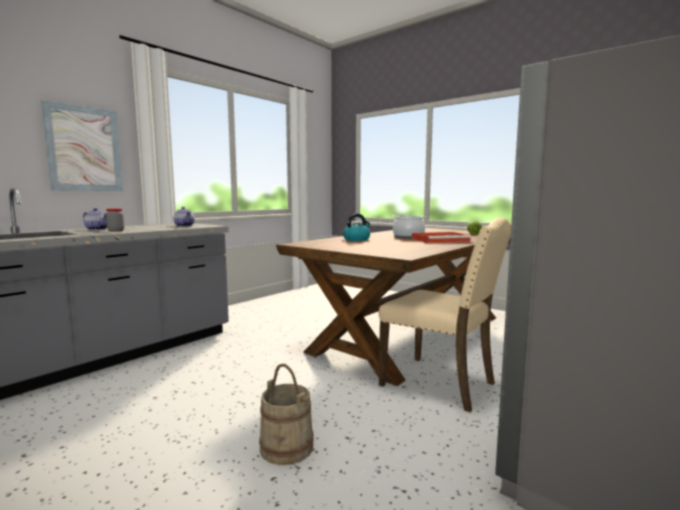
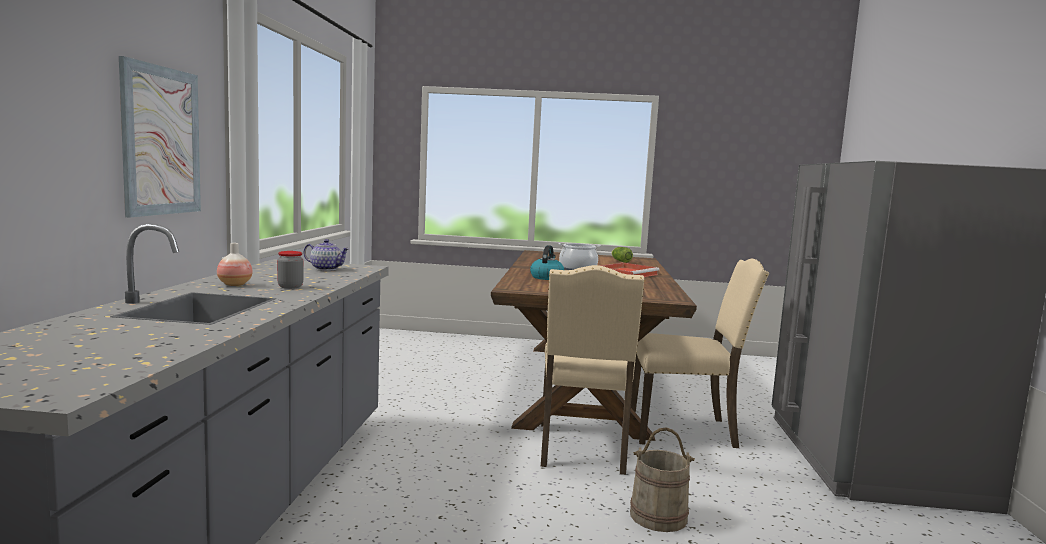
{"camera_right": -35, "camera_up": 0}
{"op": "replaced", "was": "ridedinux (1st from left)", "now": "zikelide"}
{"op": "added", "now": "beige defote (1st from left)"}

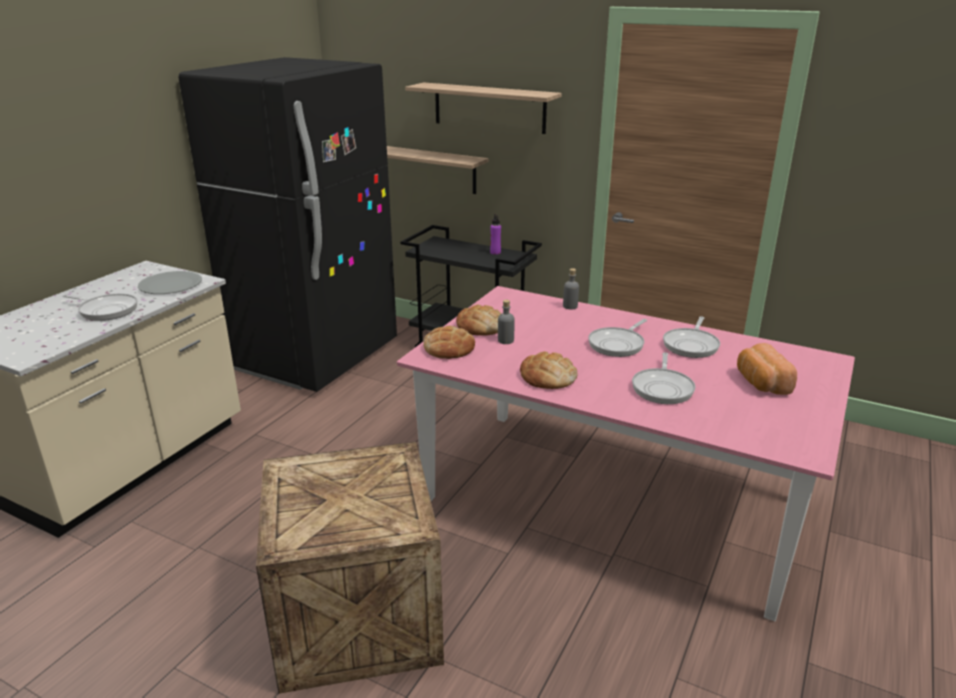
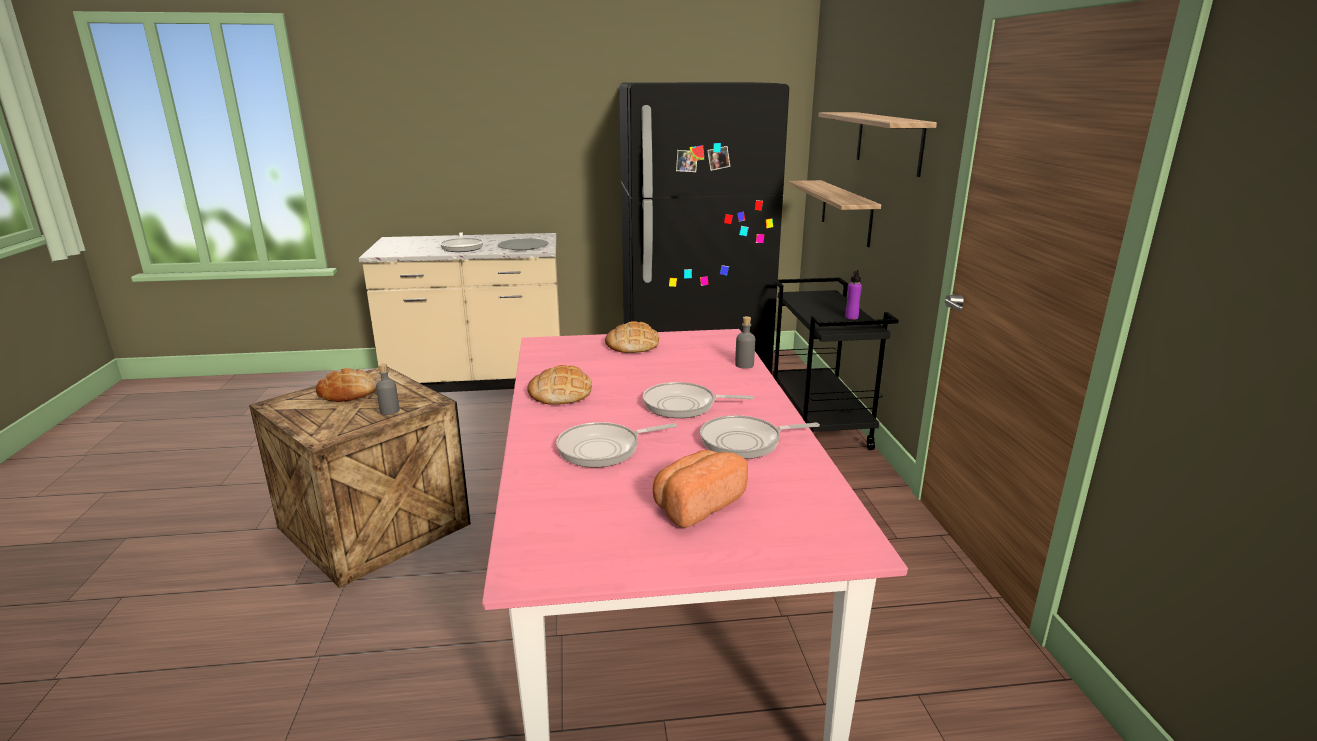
{"camera_right": 55, "camera_up": -5}
{"op": "moved", "was": "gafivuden (1st from left)"}
{"op": "moved", "was": "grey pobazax (1st from left)"}

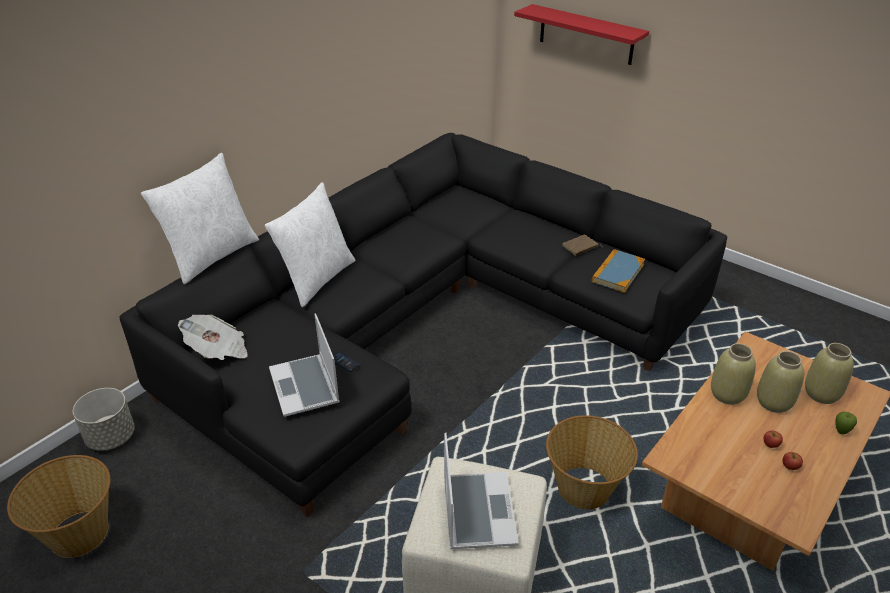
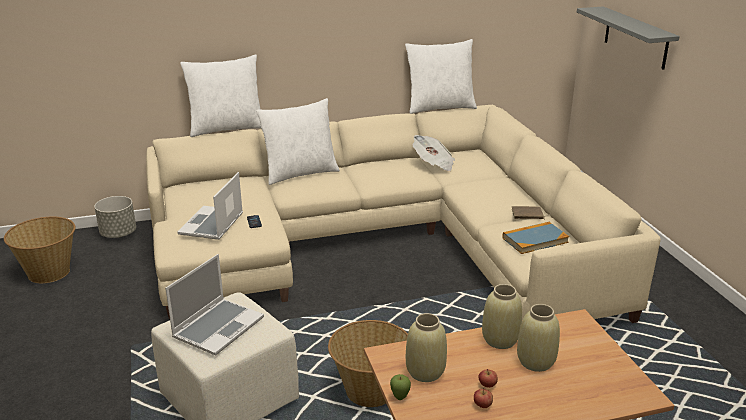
{"camera_right": 35, "camera_up": -10}
{"op": "recoloured", "was": "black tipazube", "now": "beige tipazube"}
{"op": "moved", "was": "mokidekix"}
{"op": "recoloured", "was": "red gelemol", "now": "grey gelemol"}
{"op": "moved", "was": "beige zikelide (3rd from left in the first image)", "now": "beige zikelide (1st from left)"}
{"op": "moved", "was": "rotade (3rd from left in the first image)", "now": "rotade (1st from left)"}
{"op": "added", "now": "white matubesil (3rd from left)"}

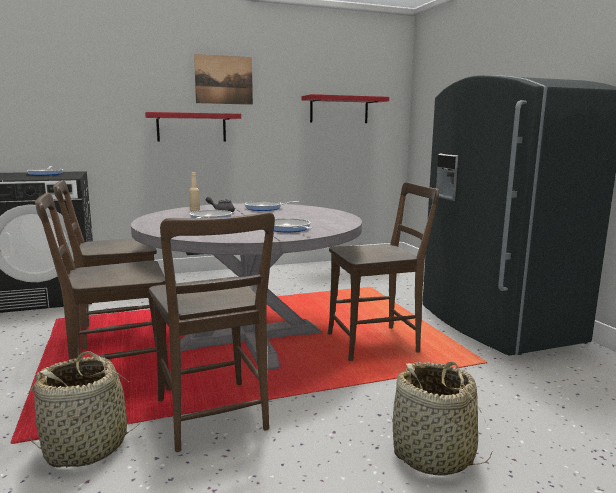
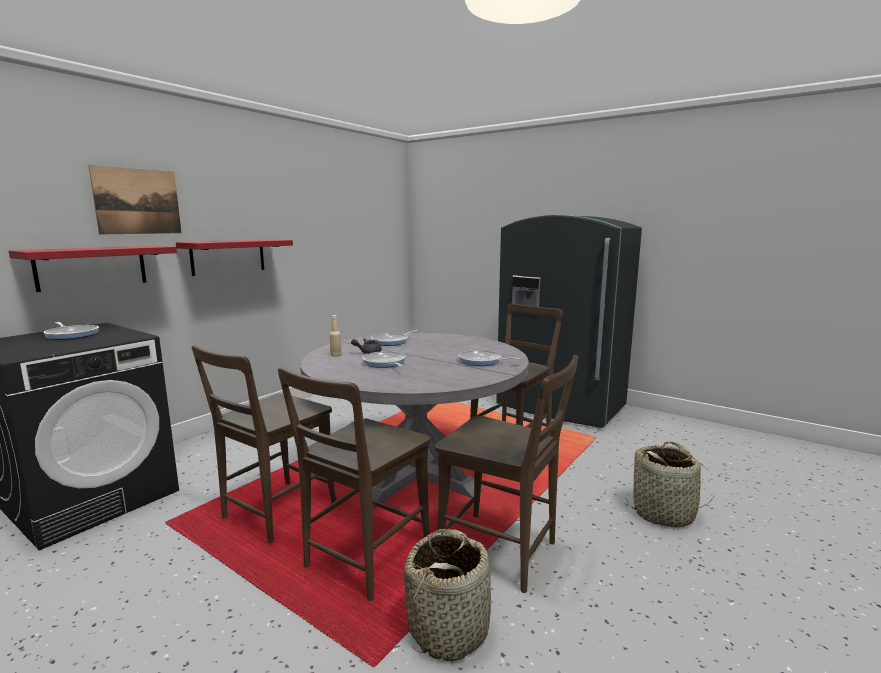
{"camera_right": -35, "camera_up": 0}
{"op": "moved", "was": "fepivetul"}
{"op": "moved", "was": "red gelemol (2nd from left in the first image)", "now": "red gelemol (1st from left)"}

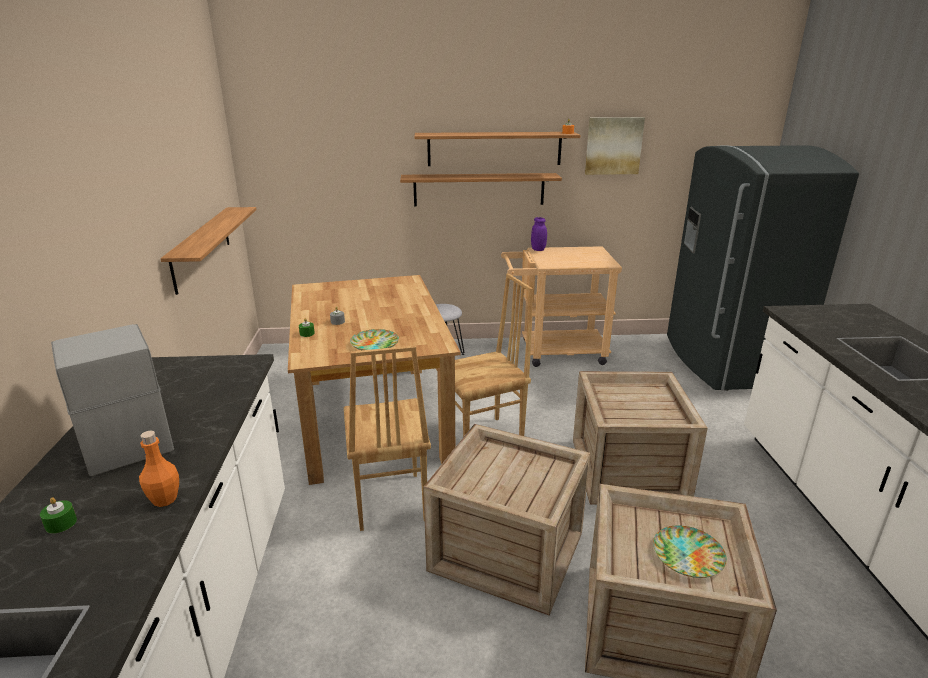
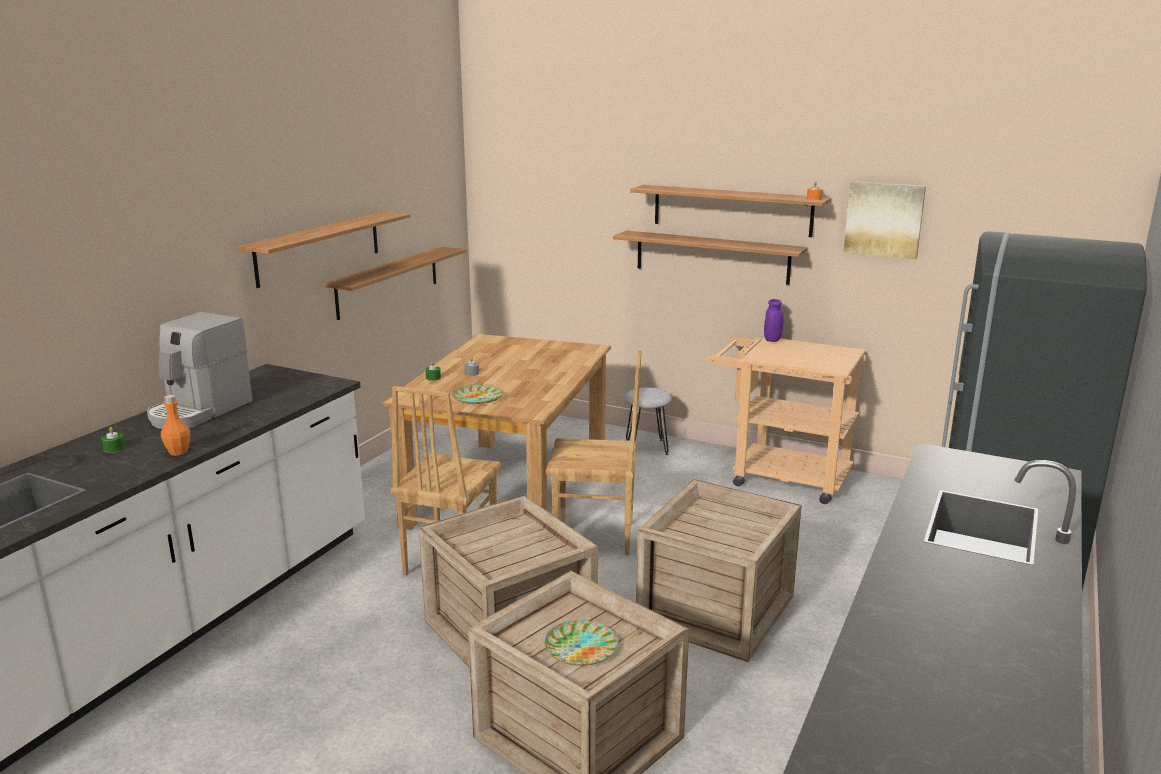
{"camera_right": 30, "camera_up": -5}
{"op": "turned", "was": "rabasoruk", "clockwise": -150}
{"op": "added", "now": "gelemol (1st from left)"}

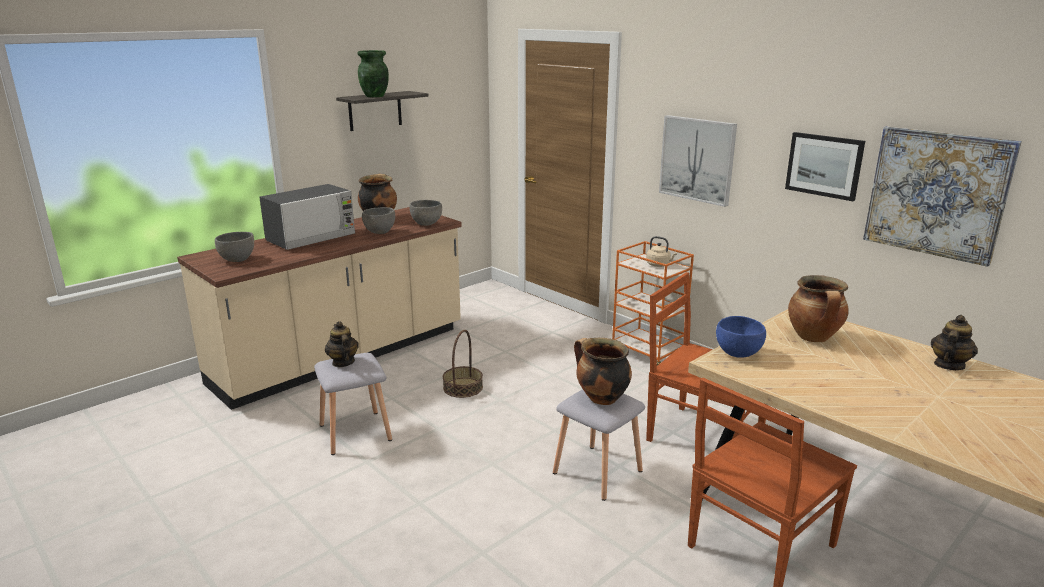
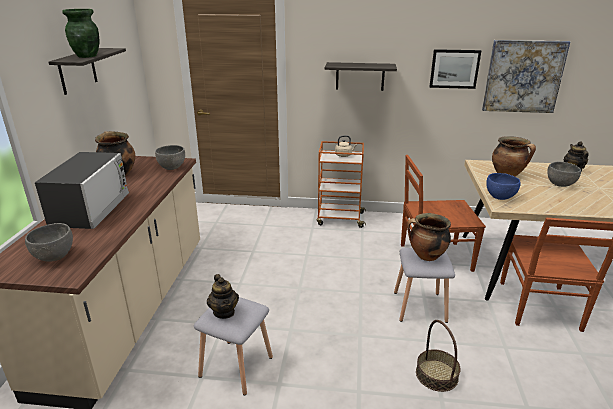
{"camera_right": -40, "camera_up": 5}
{"op": "turned", "was": "ridedinux (1st from left)", "clockwise": -135}
{"op": "moved", "was": "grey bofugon (2nd from left in the first image)", "now": "grey bofugon (3rd from left)"}
{"op": "moved", "was": "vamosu"}
{"op": "replaced", "was": "fepivetul (1st from left)", "now": "gelemol (2nd from left)"}

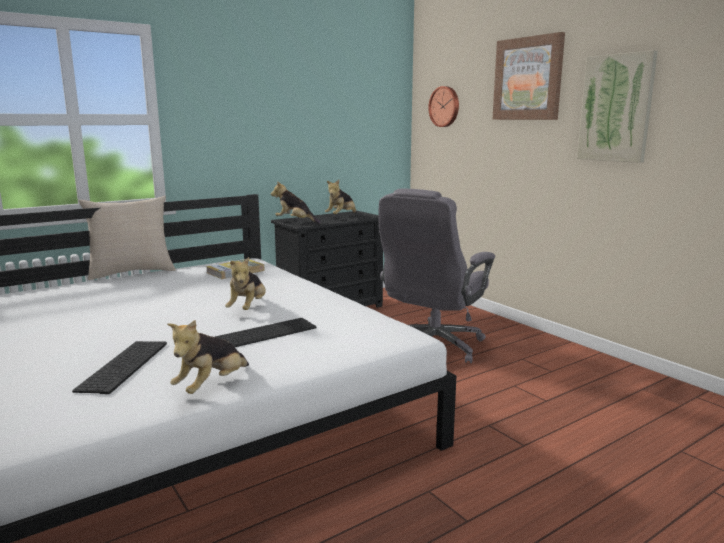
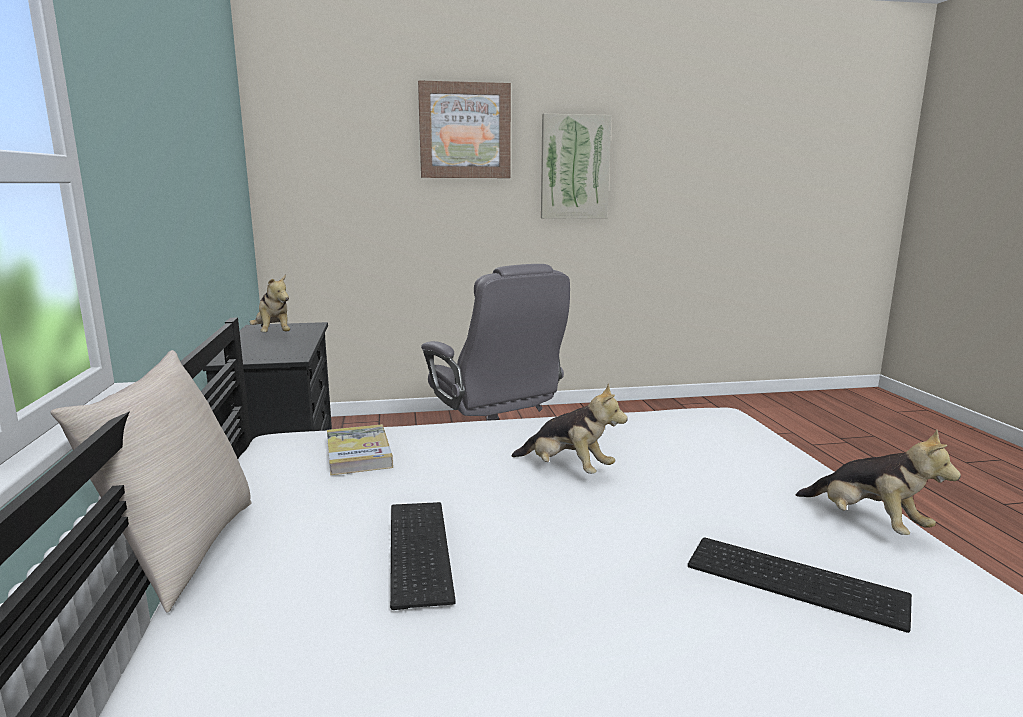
{"camera_right": -65, "camera_up": 0}
{"op": "moved", "was": "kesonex (2nd from left in the first image)", "now": "kesonex (1st from left)"}
{"op": "removed", "was": "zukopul (3rd from left)"}
{"op": "removed", "was": "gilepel"}

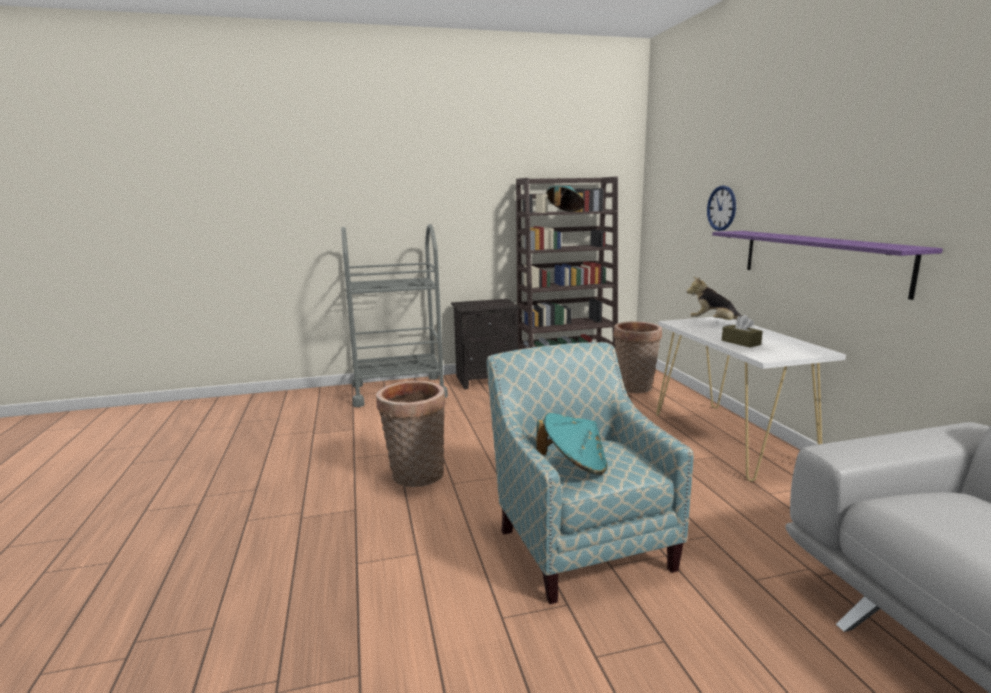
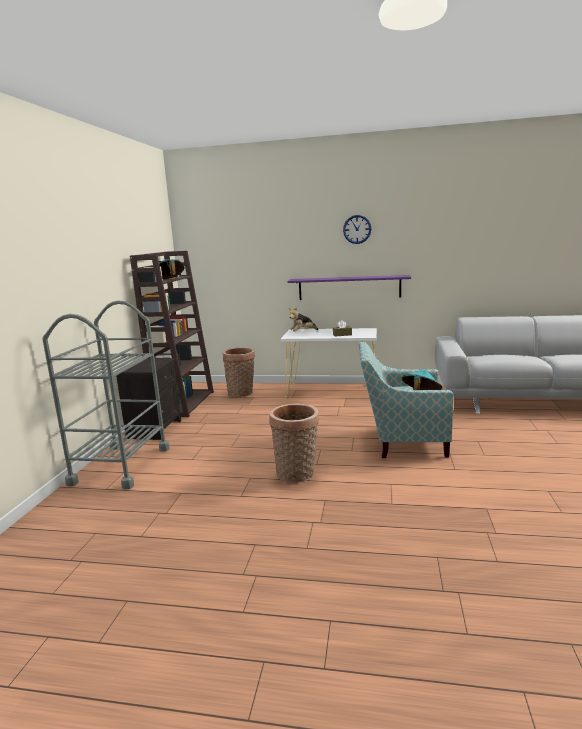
{"camera_right": -65, "camera_up": 0}
{"op": "moved", "was": "gilepel"}

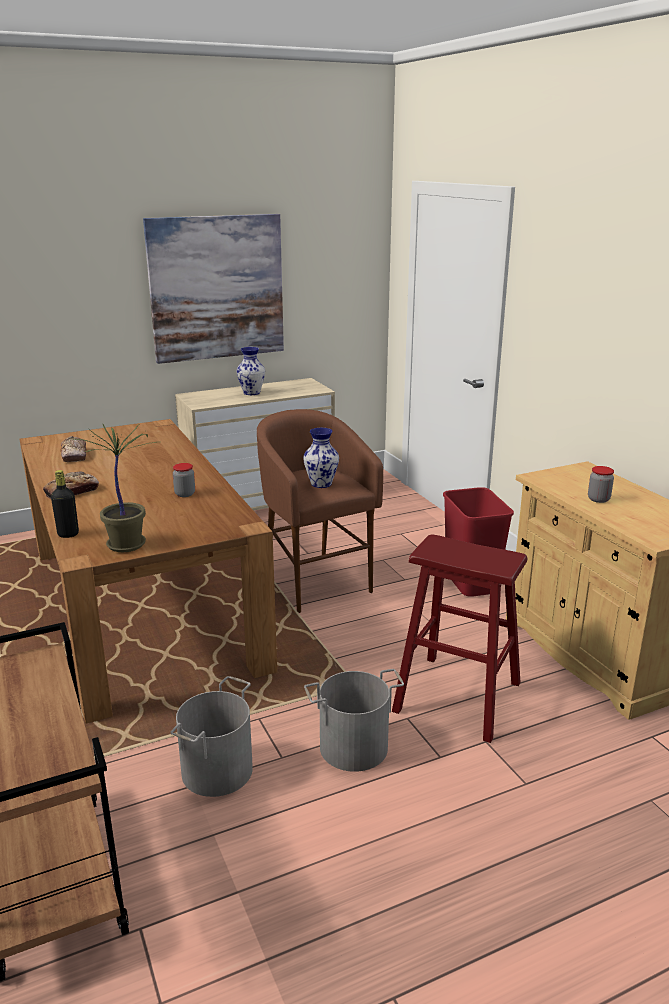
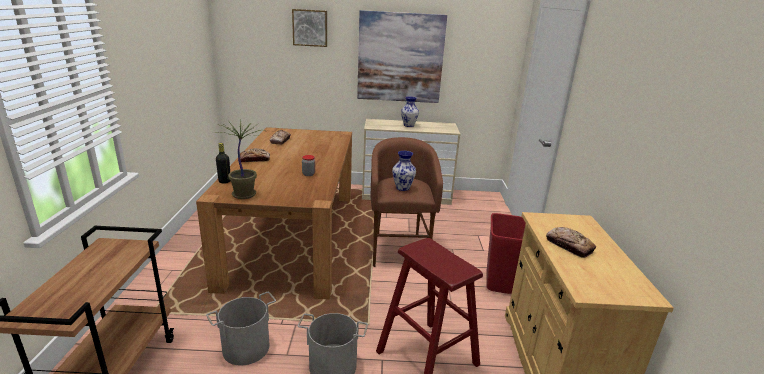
{"camera_right": 25, "camera_up": 0}
{"op": "replaced", "was": "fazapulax (2nd from left)", "now": "gafivuden (3rd from left)"}
{"op": "added", "now": "fepivetul (1st from left)"}

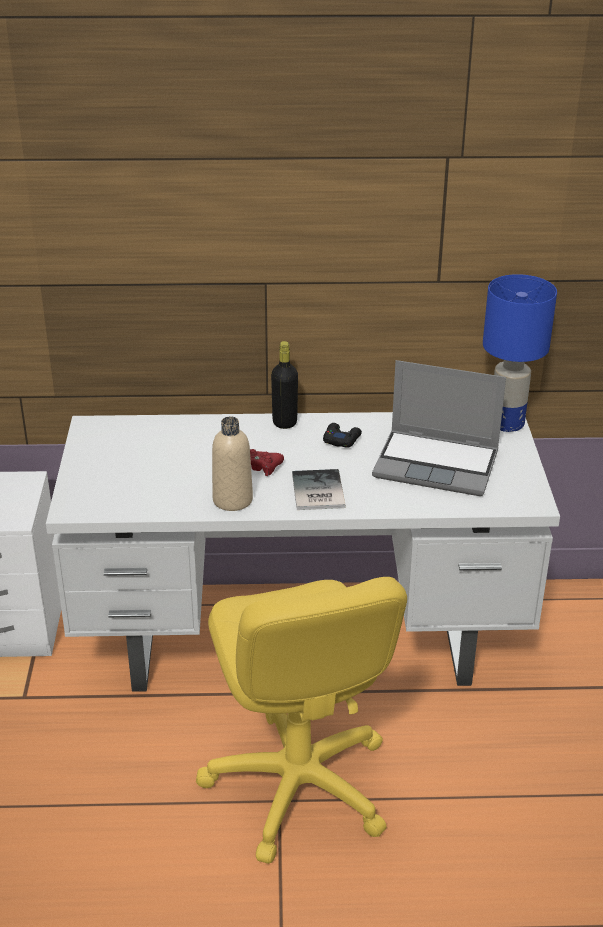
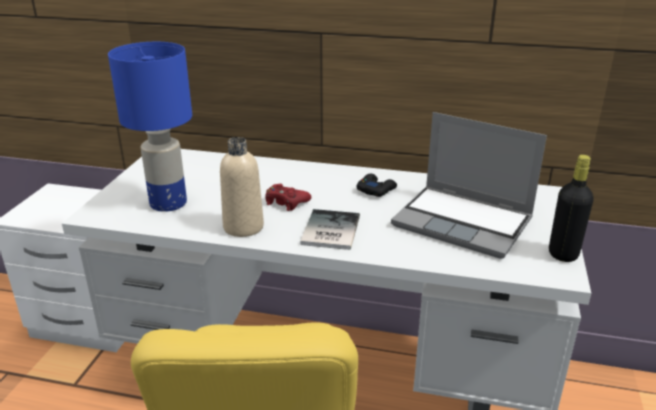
{"camera_right": 15, "camera_up": -5}
{"op": "moved", "was": "black pobazax"}
{"op": "moved", "was": "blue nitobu"}

